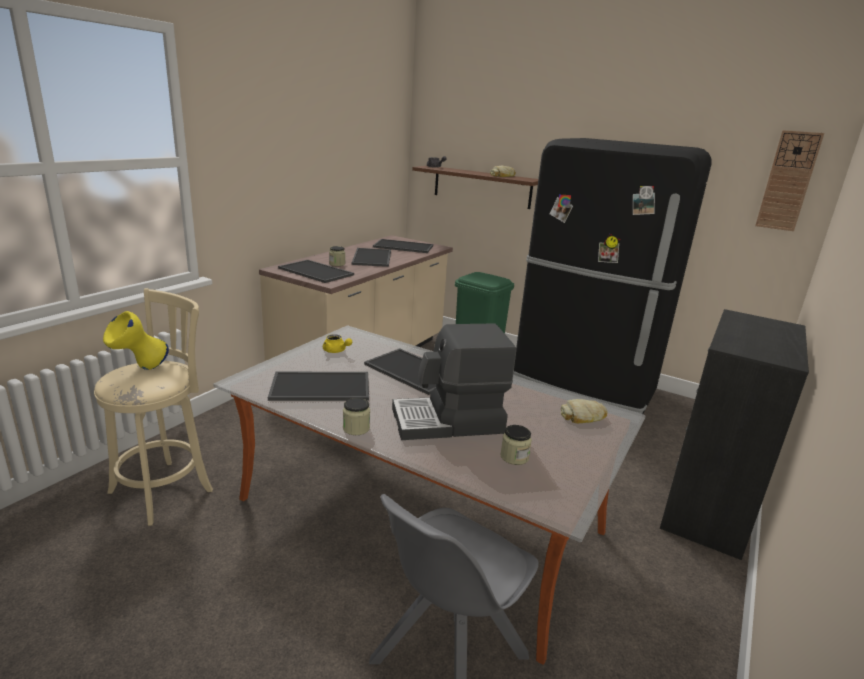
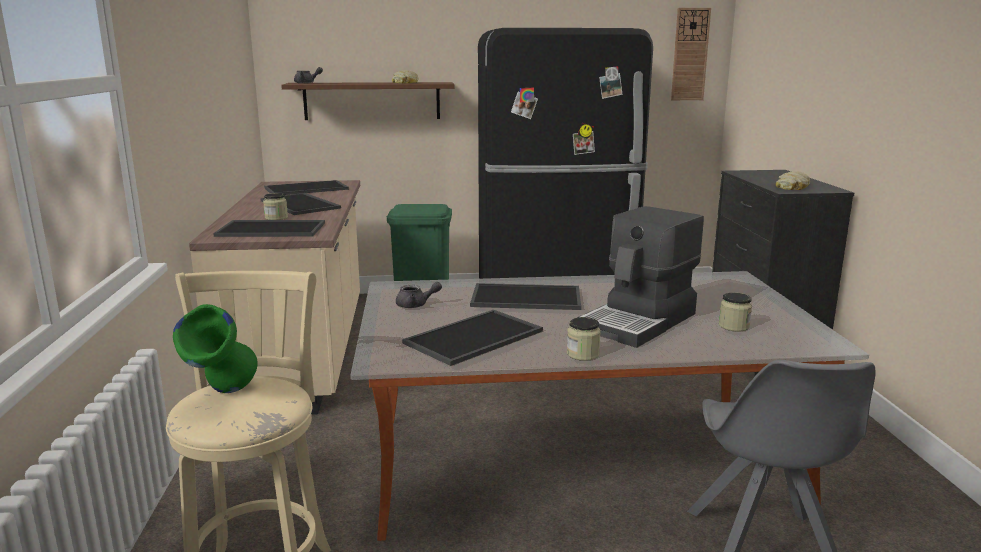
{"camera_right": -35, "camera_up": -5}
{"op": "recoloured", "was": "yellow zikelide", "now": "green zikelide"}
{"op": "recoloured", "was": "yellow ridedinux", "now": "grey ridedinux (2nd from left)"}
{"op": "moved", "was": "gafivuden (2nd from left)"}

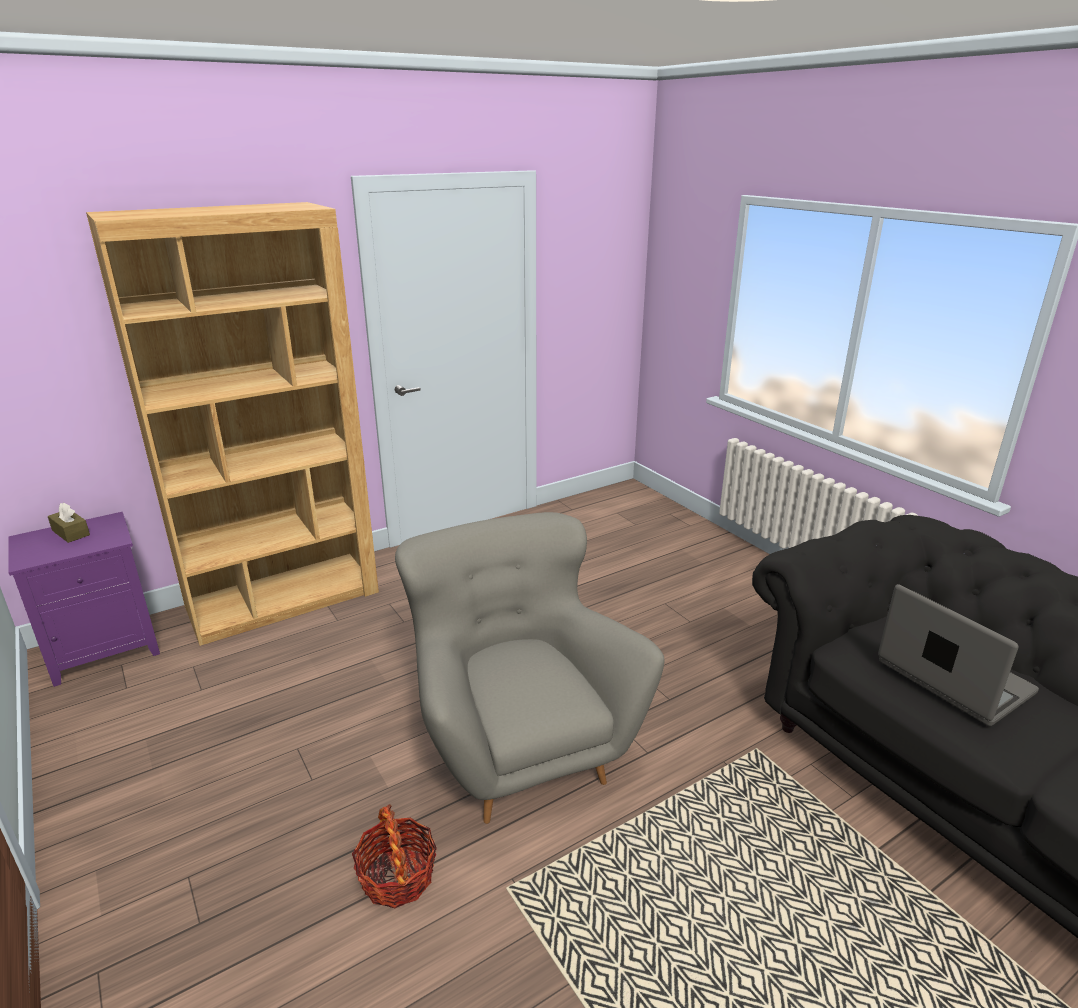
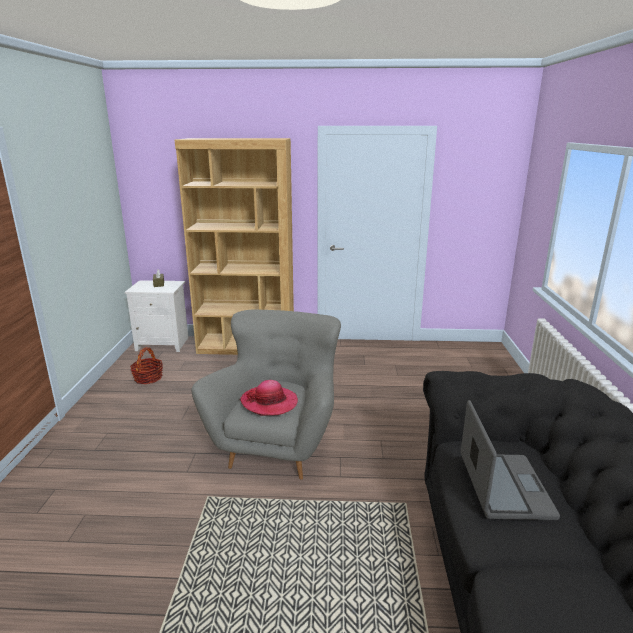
{"camera_right": 35, "camera_up": -5}
{"op": "recoloured", "was": "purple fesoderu", "now": "white fesoderu"}
{"op": "moved", "was": "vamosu"}
{"op": "added", "now": "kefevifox"}

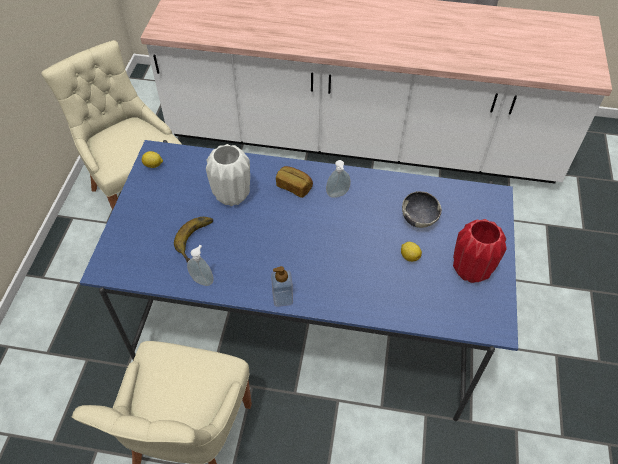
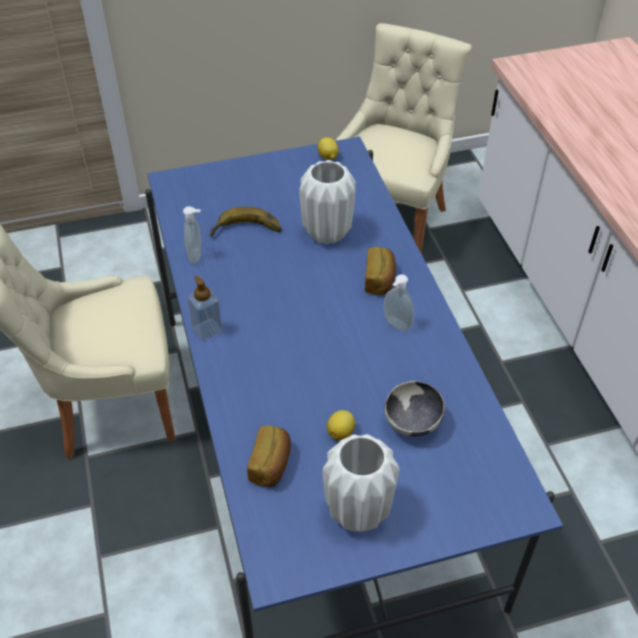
{"camera_right": 65, "camera_up": -5}
{"op": "recoloured", "was": "red zikelide", "now": "white zikelide (2nd from left)"}
{"op": "added", "now": "gafivuden (1st from left)"}

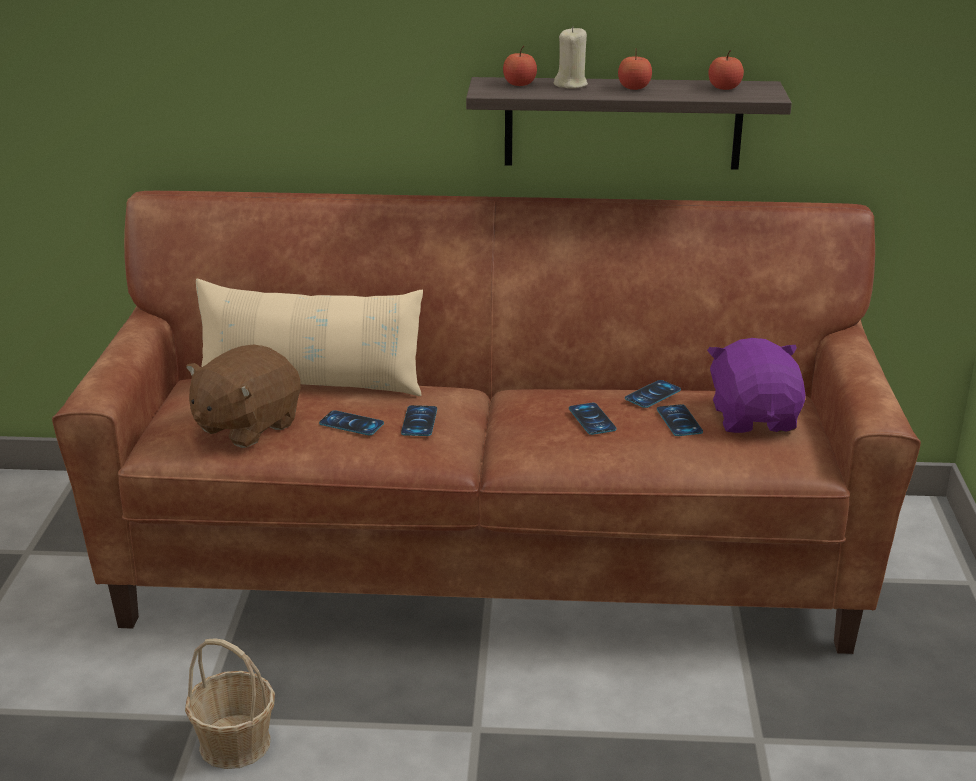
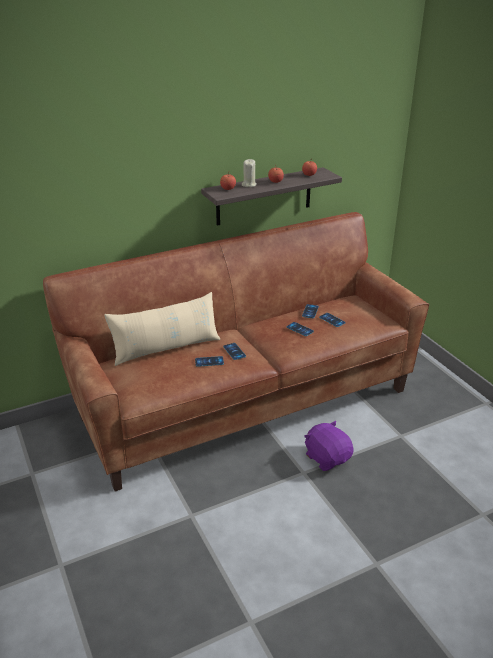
{"camera_right": -30, "camera_up": 5}
{"op": "removed", "was": "vamosu"}
{"op": "removed", "was": "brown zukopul"}
{"op": "moved", "was": "purple zukopul"}

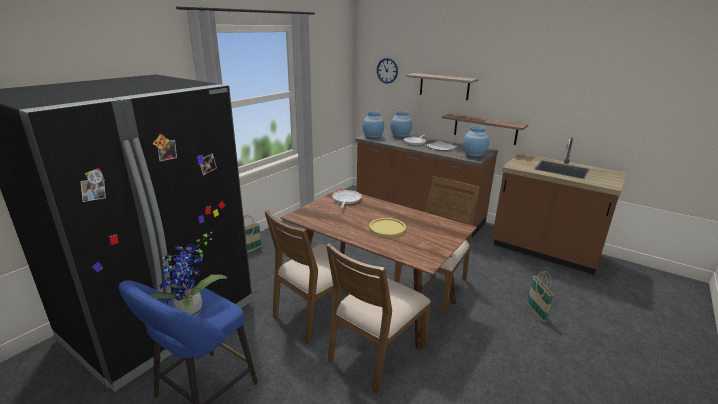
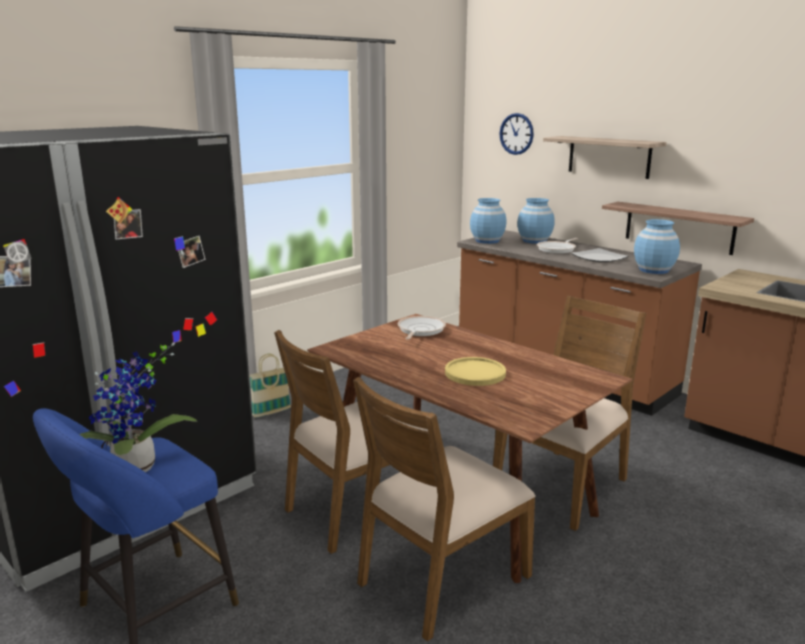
{"camera_right": 10, "camera_up": -5}
{"op": "removed", "was": "vamosu (2nd from left)"}

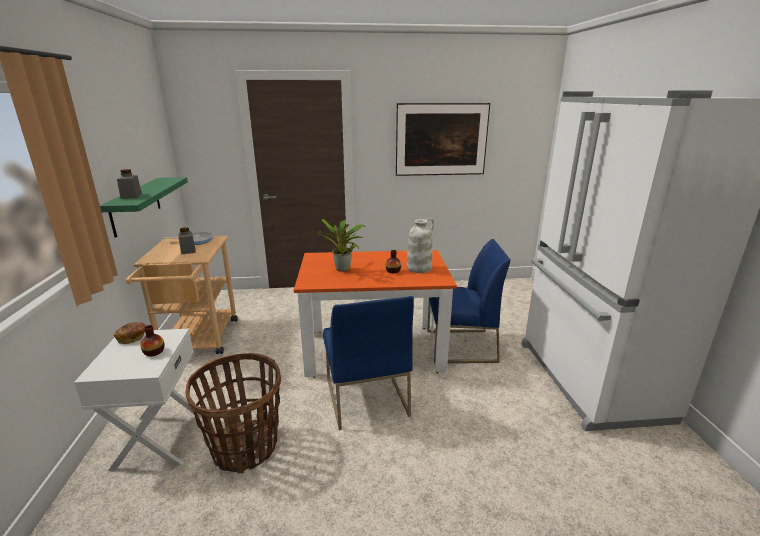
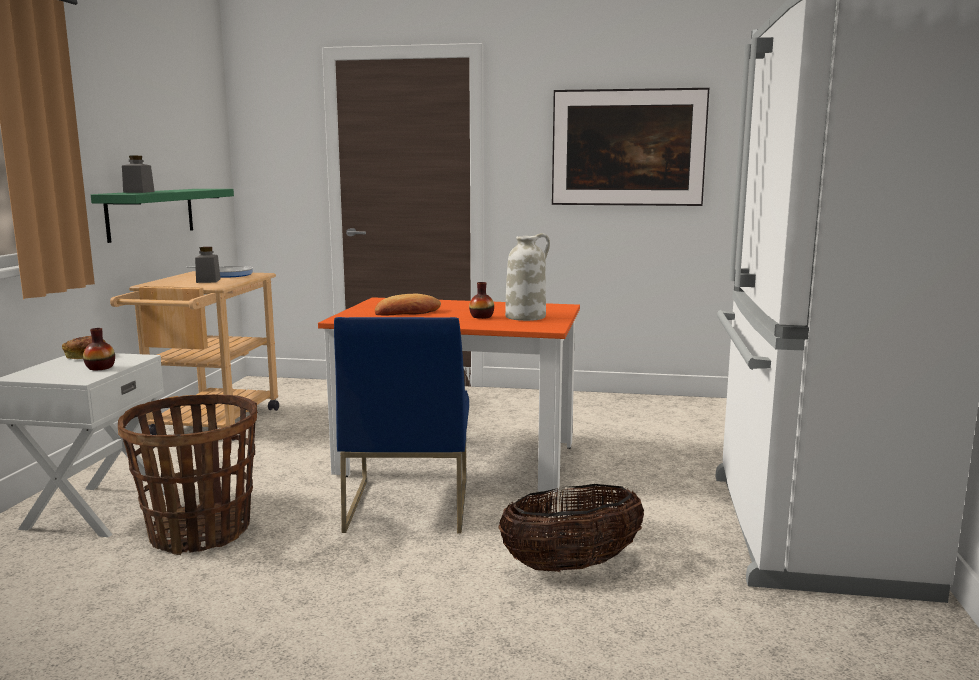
{"camera_right": 15, "camera_up": -10}
{"op": "replaced", "was": "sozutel", "now": "gafivuden (2nd from left)"}
{"op": "removed", "was": "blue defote (2nd from left)"}
{"op": "added", "now": "vamosu (2nd from left)"}

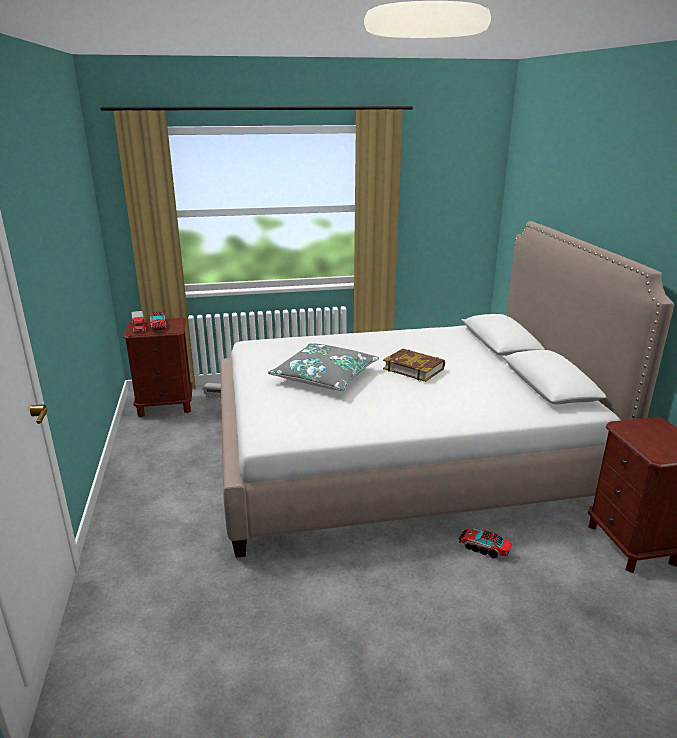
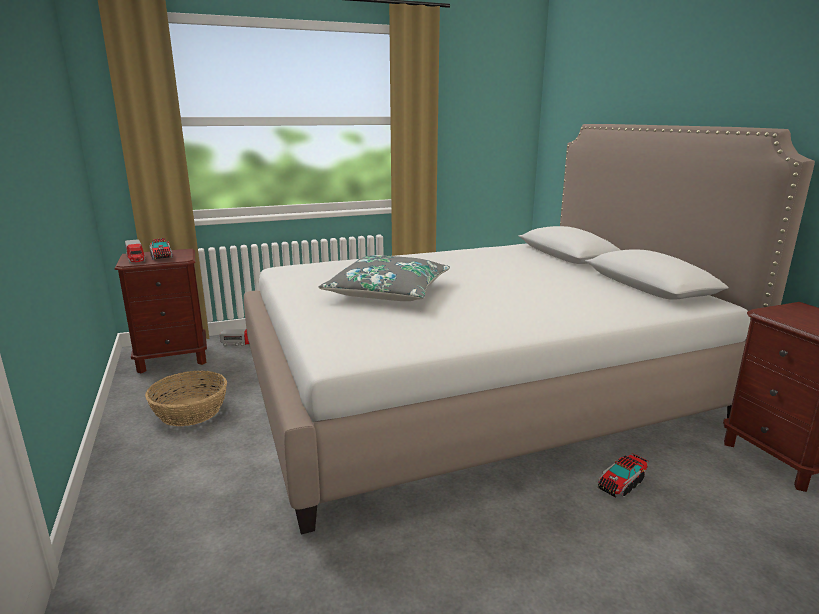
{"camera_right": -10, "camera_up": -5}
{"op": "removed", "was": "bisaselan"}
{"op": "turned", "was": "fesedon (4th from left)", "clockwise": -60}
{"op": "added", "now": "vamosu"}

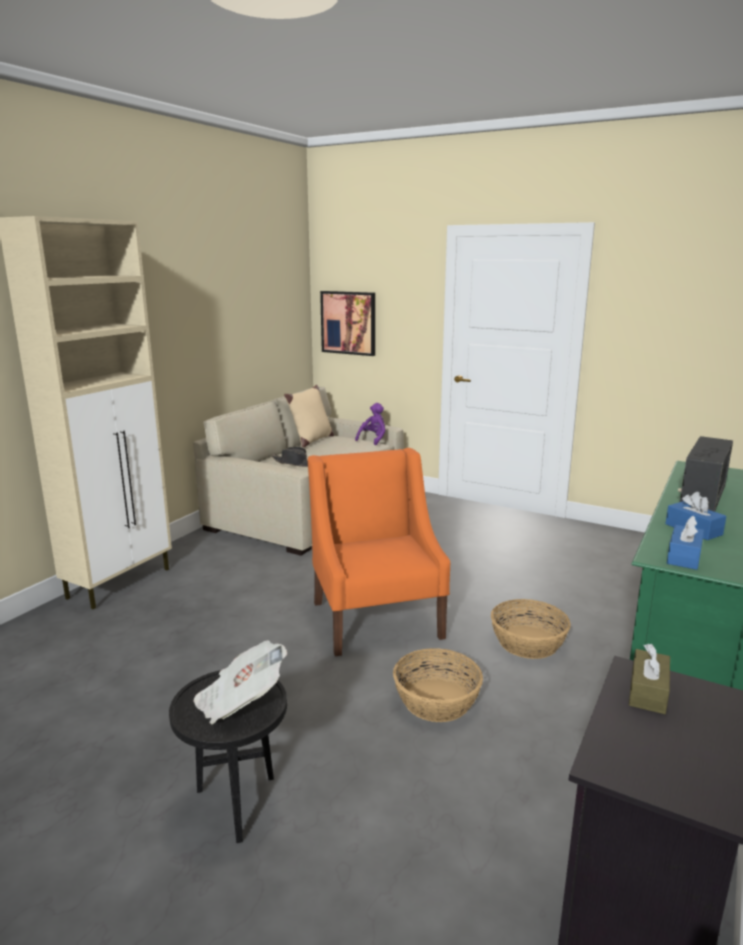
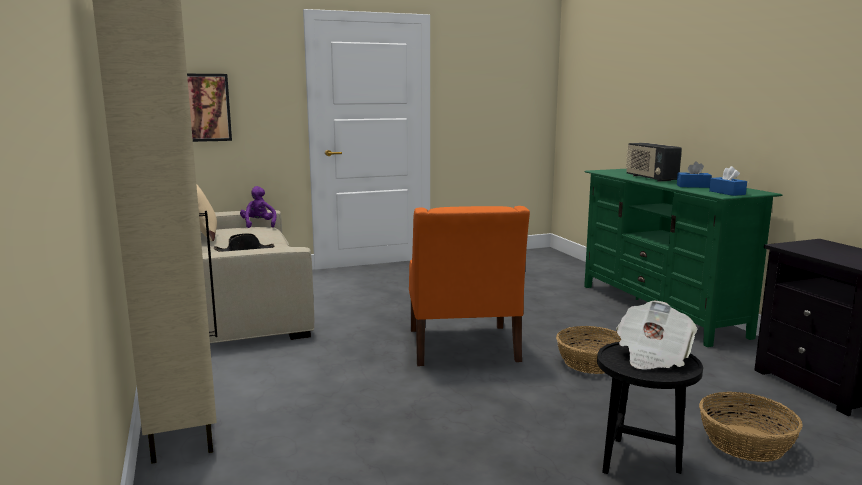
{"camera_right": -50, "camera_up": -5}
{"op": "turned", "was": "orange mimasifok", "clockwise": -120}
{"op": "moved", "was": "vamosu (2nd from left)"}
{"op": "removed", "was": "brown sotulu"}

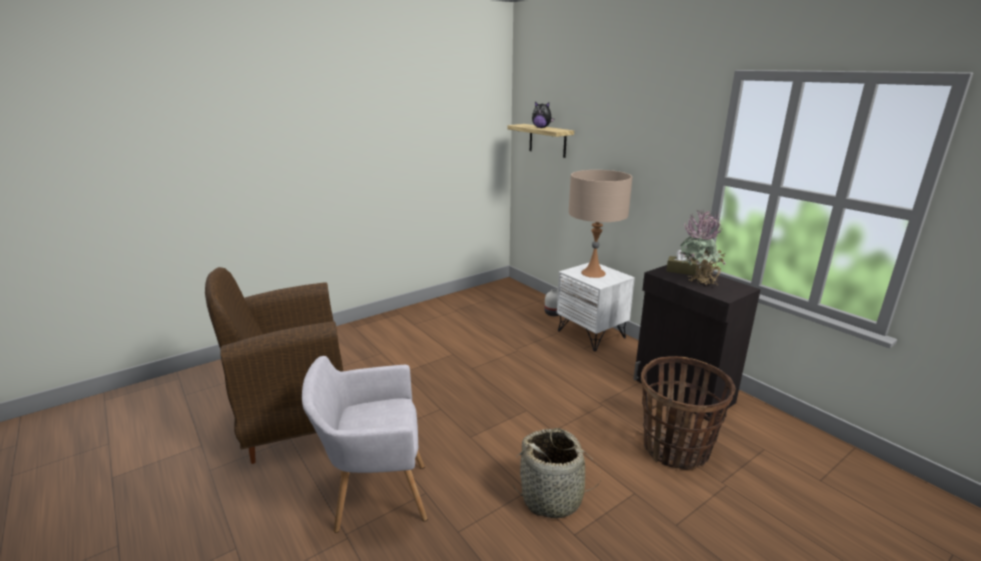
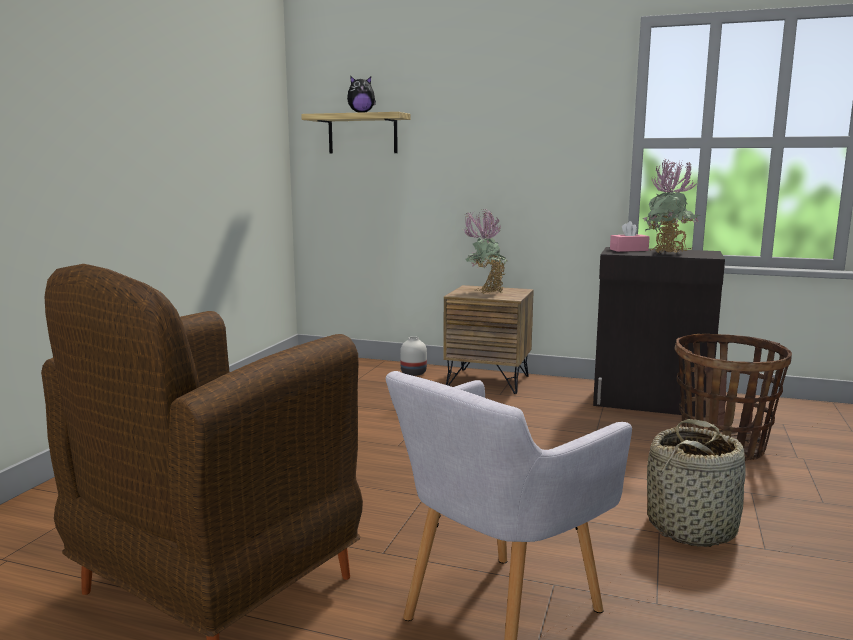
{"camera_right": -35, "camera_up": -10}
{"op": "recoloured", "was": "white fesoderu", "now": "brown fesoderu"}
{"op": "replaced", "was": "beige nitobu", "now": "sozutel (1st from left)"}
{"op": "recoloured", "was": "brown sotulu", "now": "pink sotulu"}

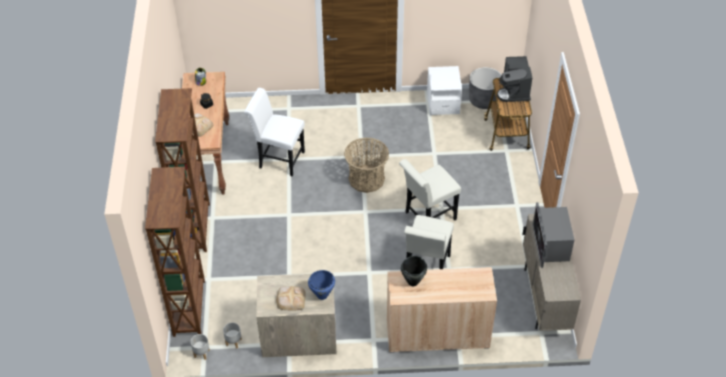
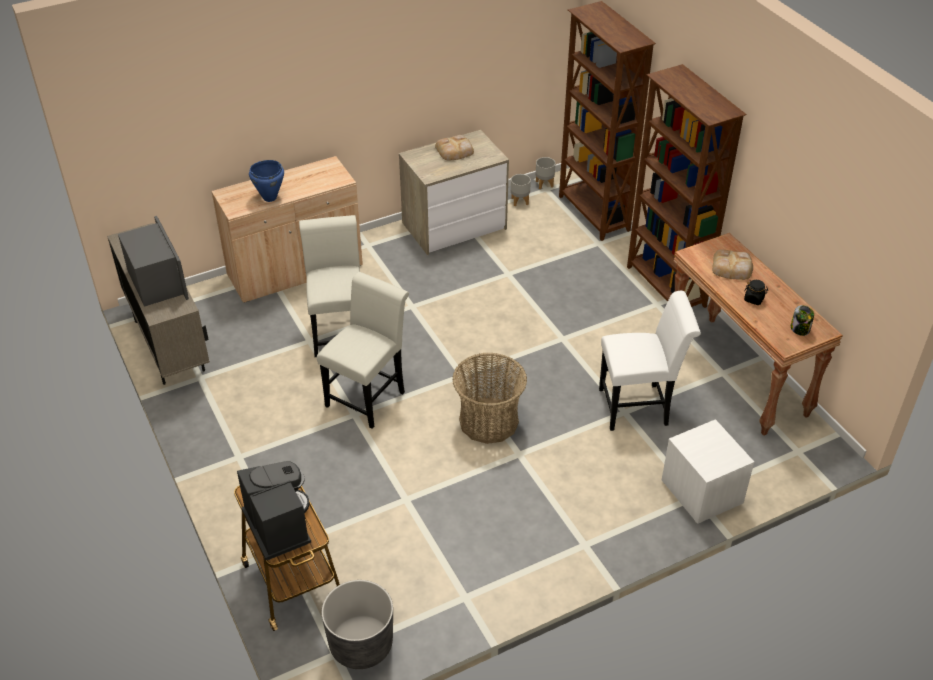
{"camera_right": 155, "camera_up": -5}
{"op": "moved", "was": "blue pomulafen"}
{"op": "removed", "was": "black pomulafen"}
{"op": "moved", "was": "white fesoderu"}

